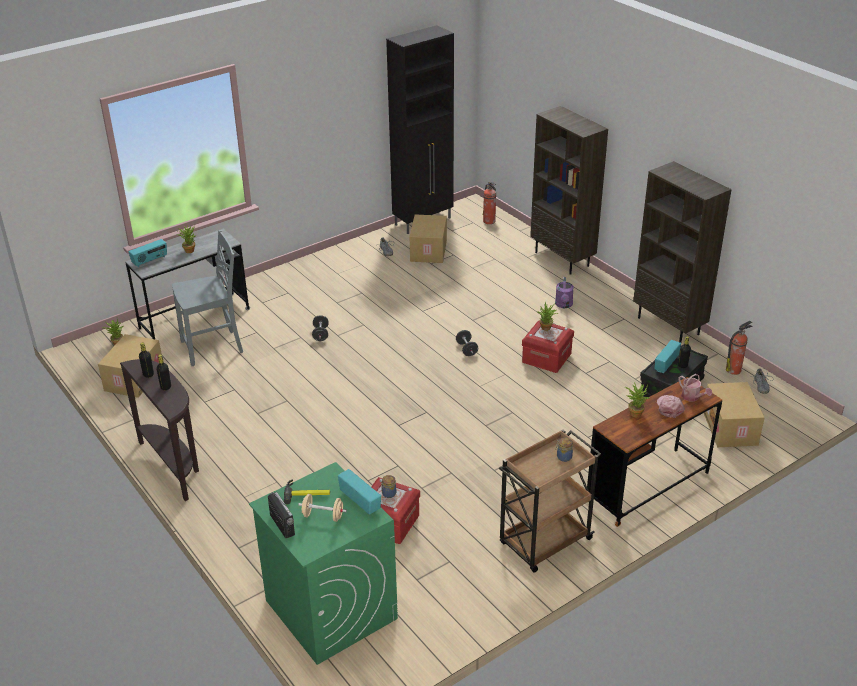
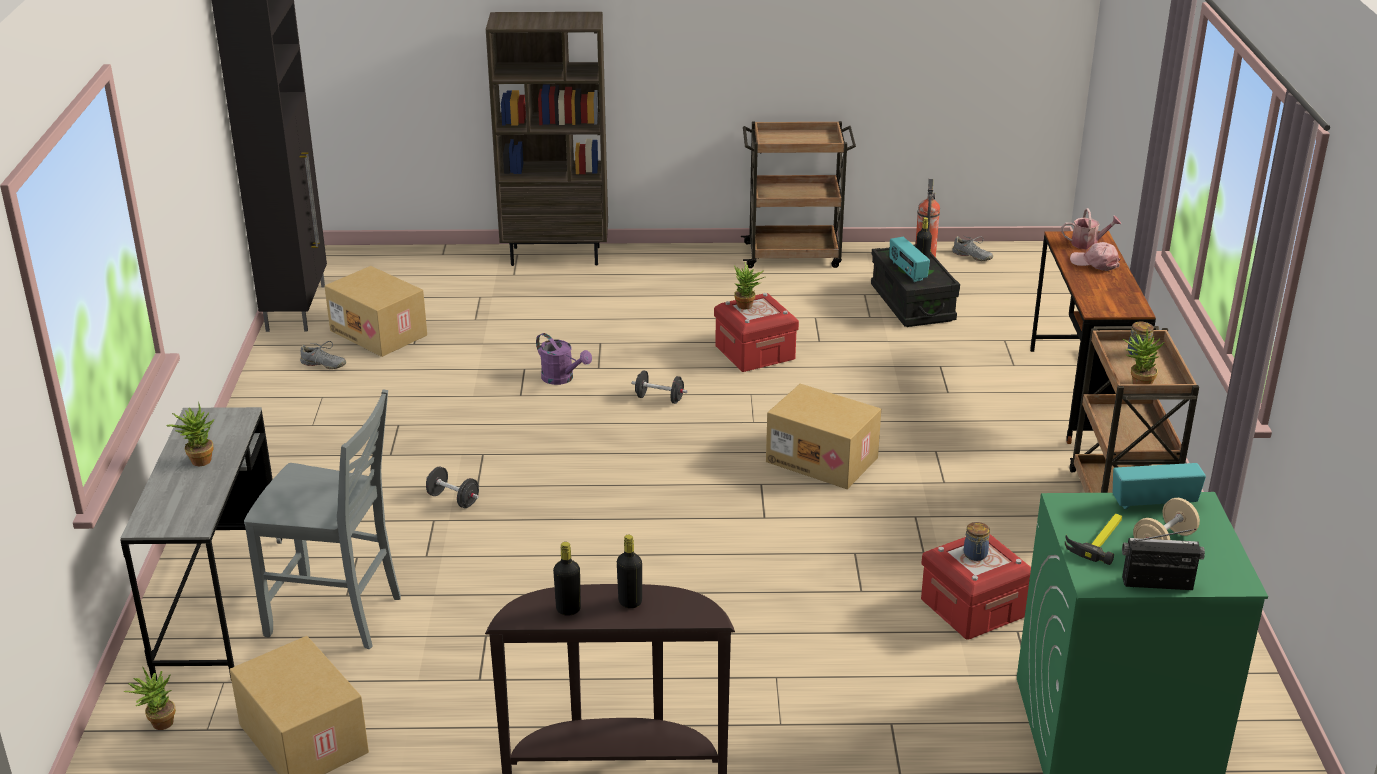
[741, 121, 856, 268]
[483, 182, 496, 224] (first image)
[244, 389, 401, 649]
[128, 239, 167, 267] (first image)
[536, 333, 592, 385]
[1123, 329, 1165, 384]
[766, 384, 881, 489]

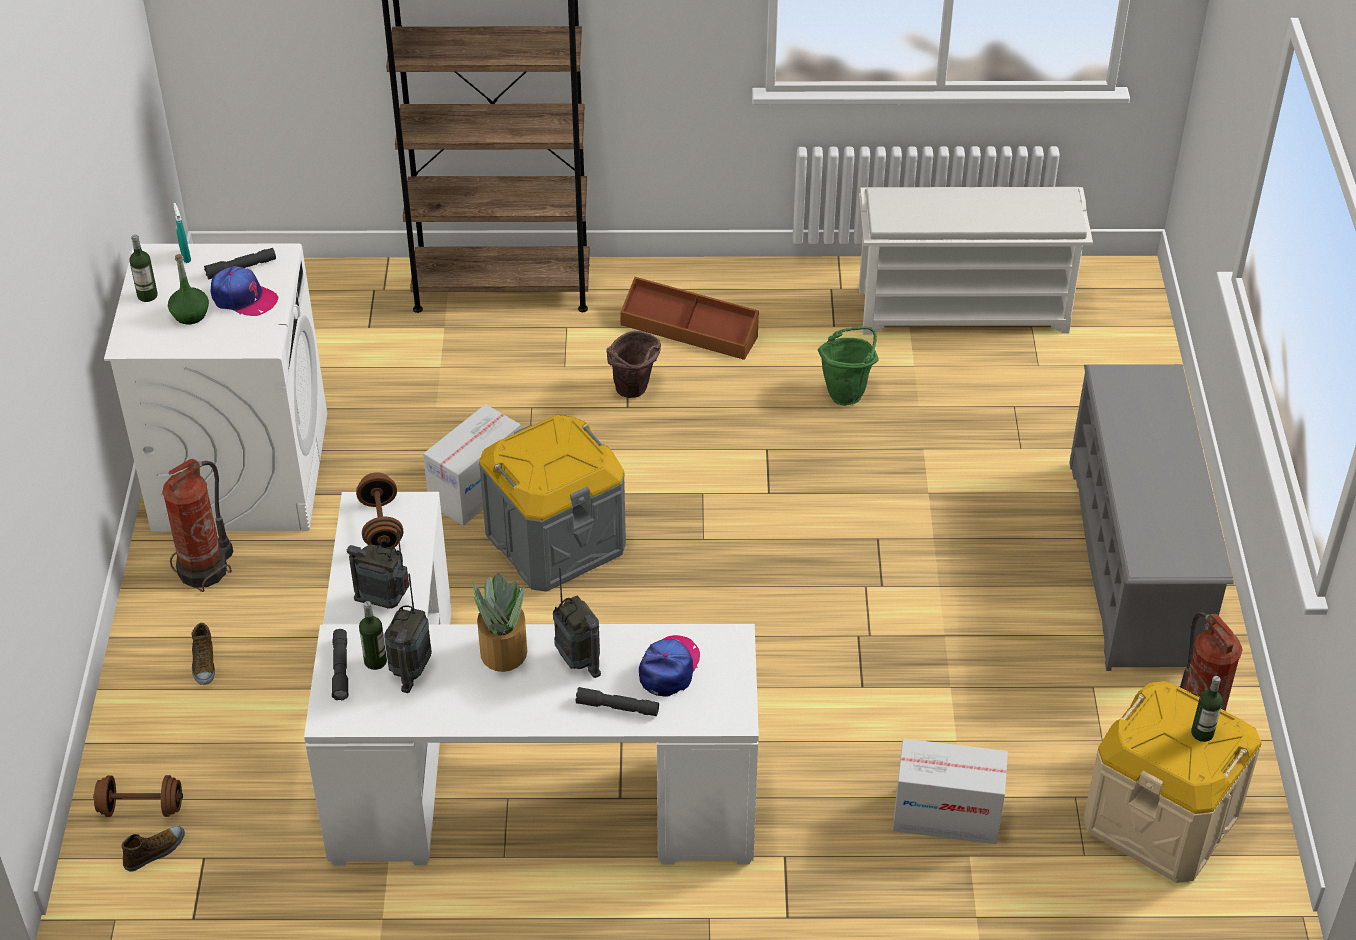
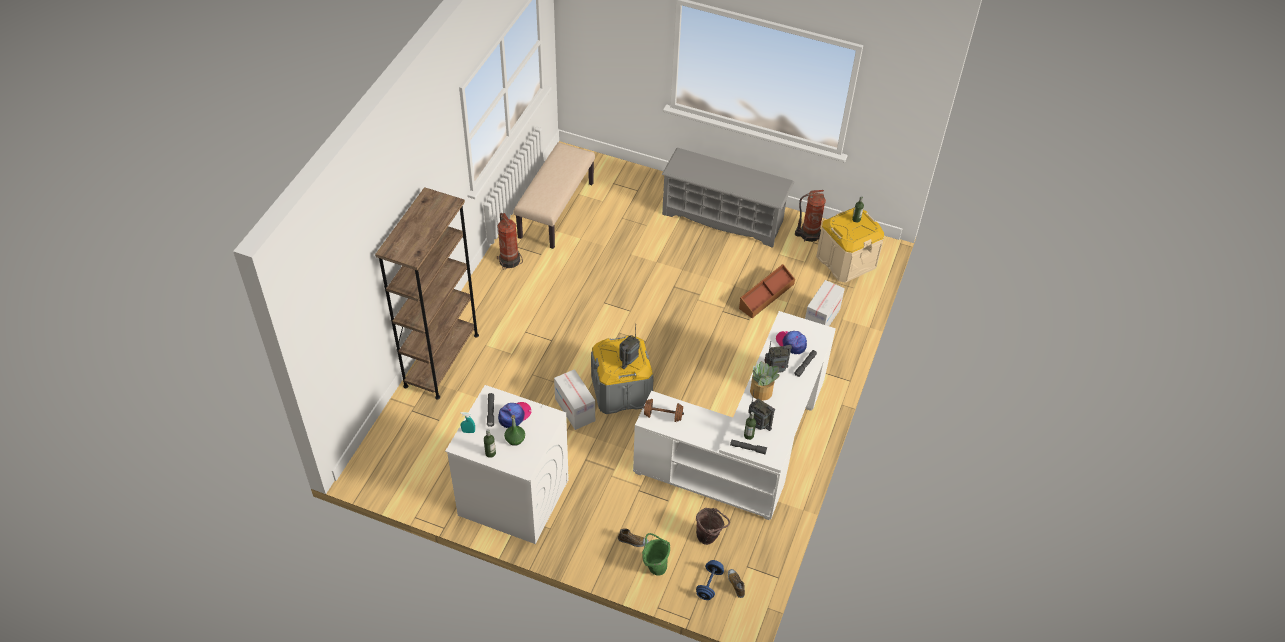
[514, 142, 595, 249]
[739, 264, 795, 318]
[642, 533, 670, 576]
[696, 508, 730, 545]
[497, 213, 523, 269]
[619, 324, 640, 369]
[696, 560, 724, 600]

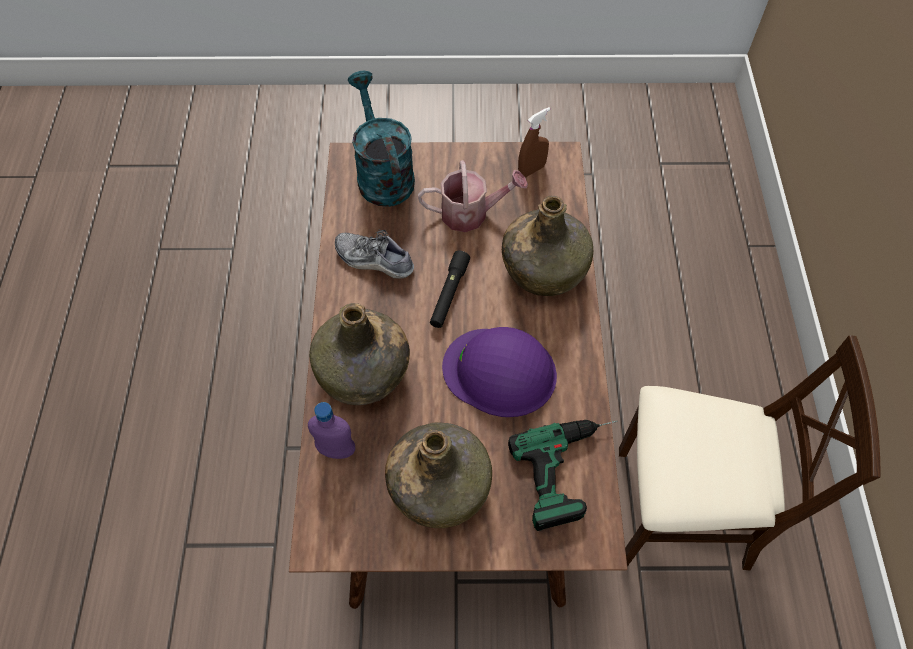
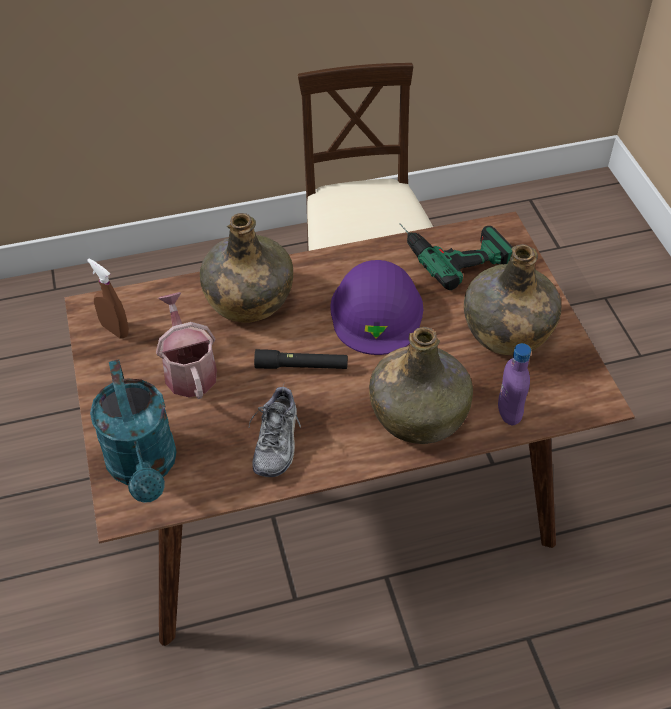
[90, 359, 177, 503]

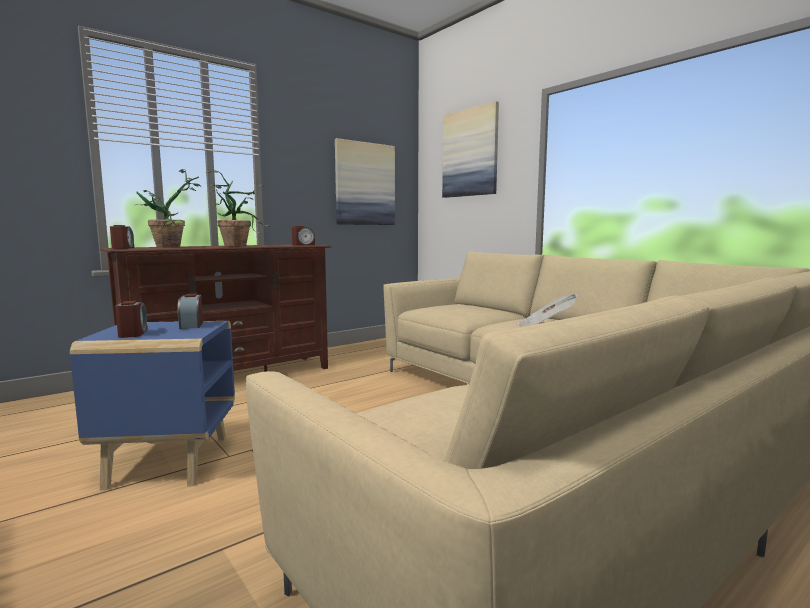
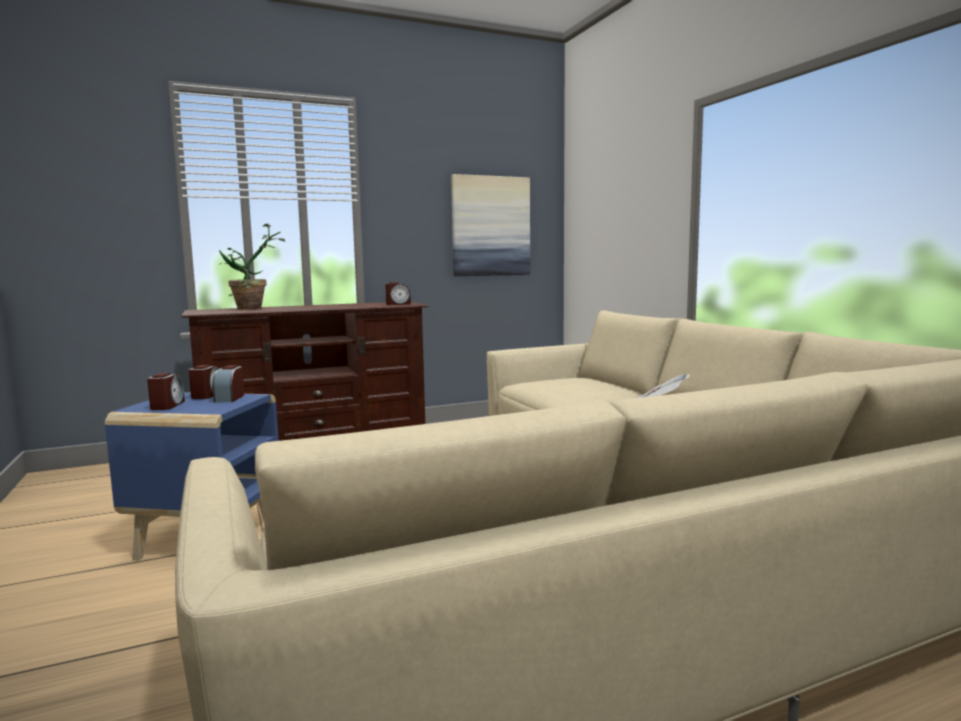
[442, 101, 499, 198] (first image)
[206, 170, 270, 247] (first image)
[189, 365, 219, 399]

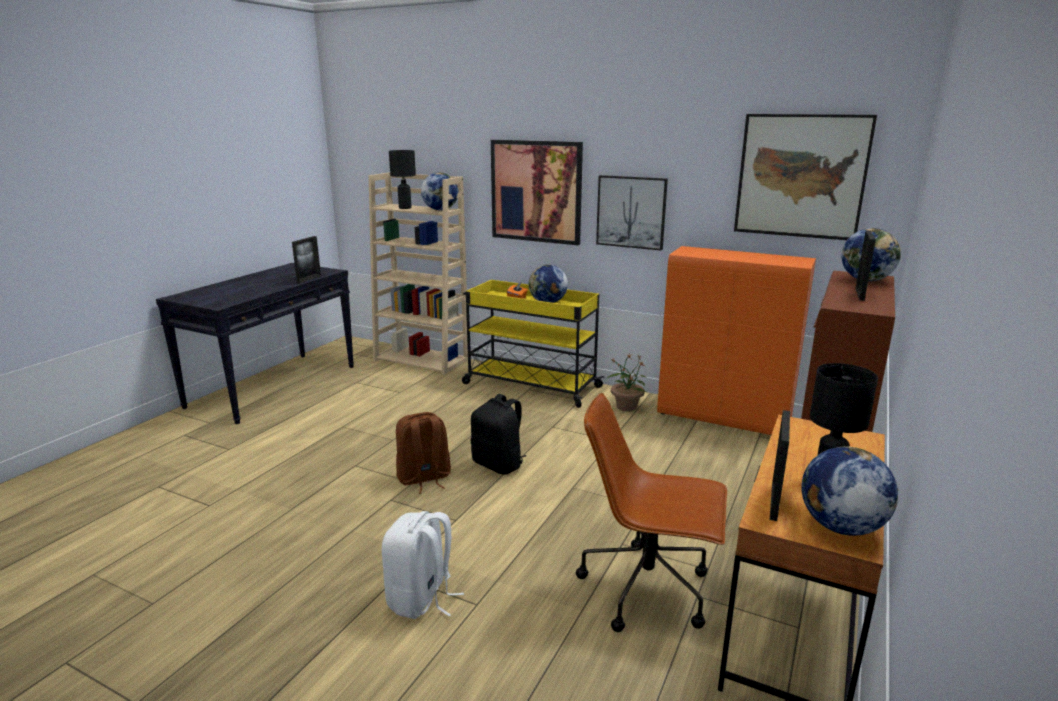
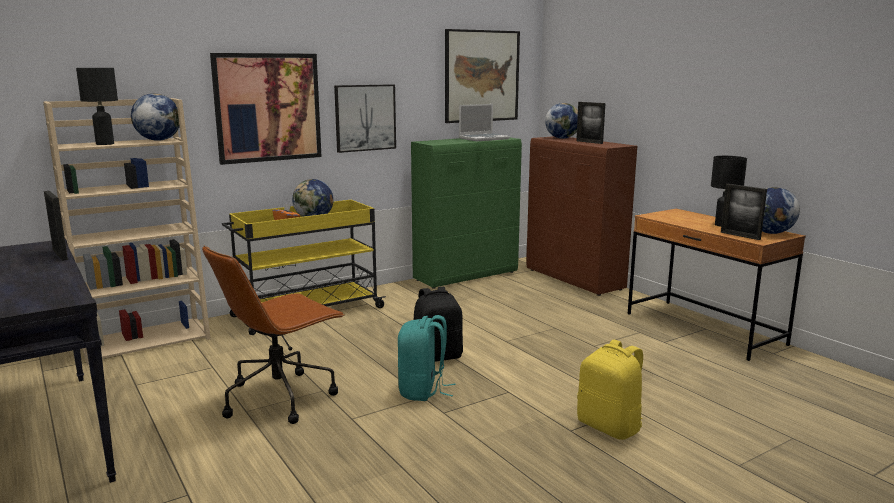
[411, 138, 522, 289]
[607, 354, 647, 411] (first image)
[202, 246, 345, 424]
[398, 315, 456, 401]
[577, 340, 643, 440]
[459, 104, 510, 141]

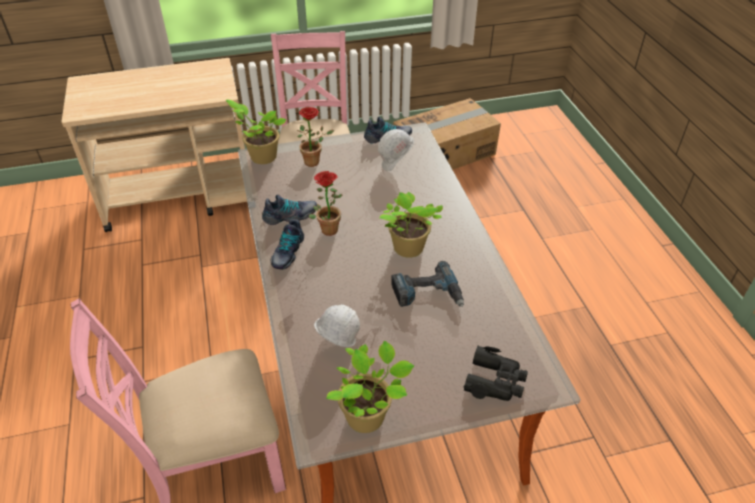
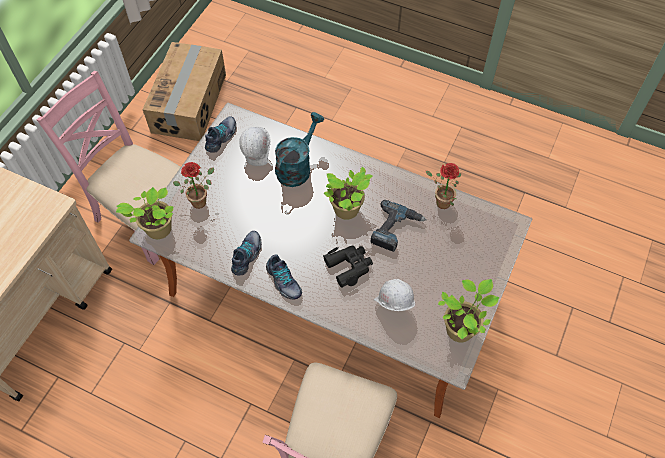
[426, 163, 461, 209]
[323, 246, 373, 288]
[275, 112, 324, 187]

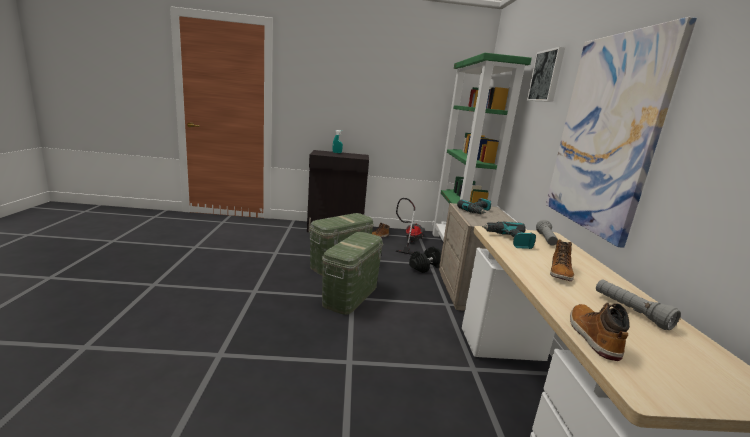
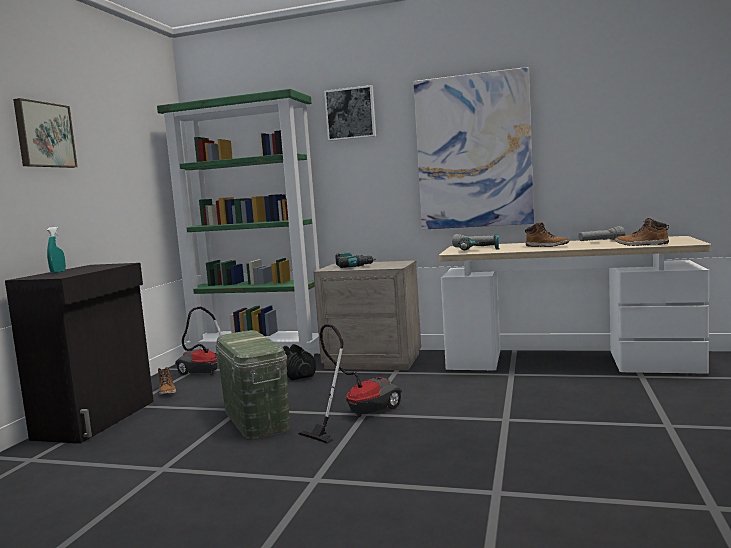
[299, 324, 402, 444]
[13, 98, 78, 168]

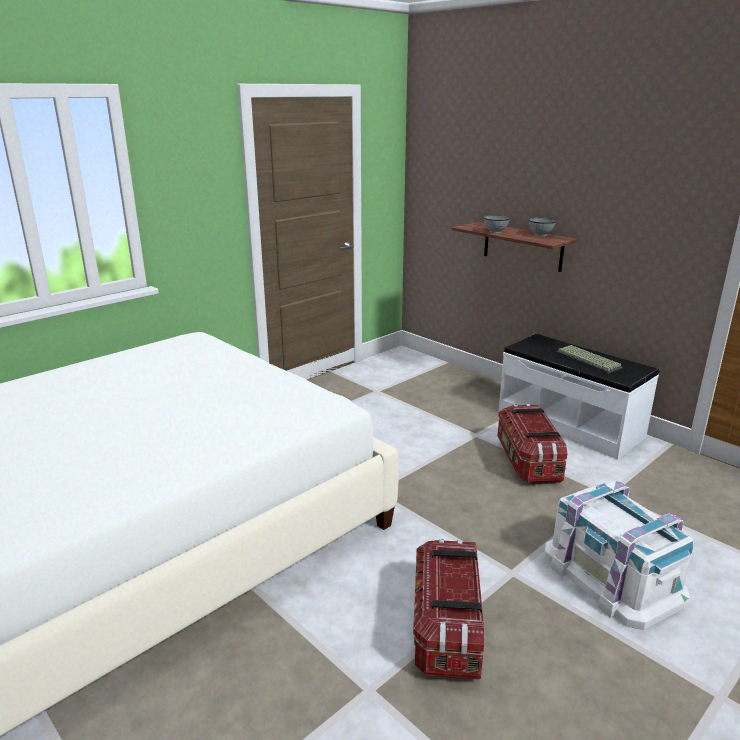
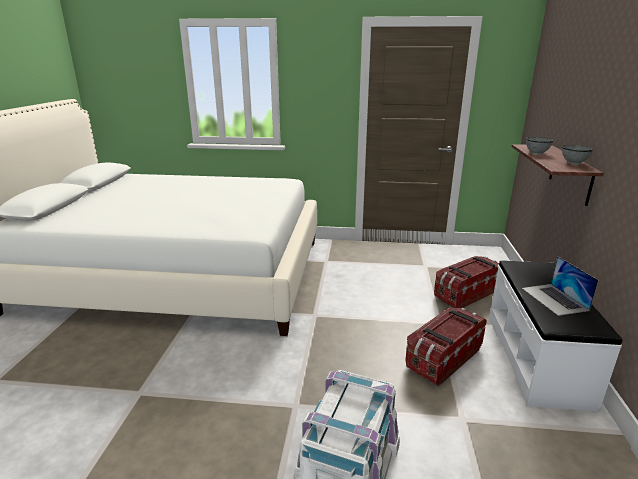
[522, 256, 599, 316]
[434, 256, 499, 308]

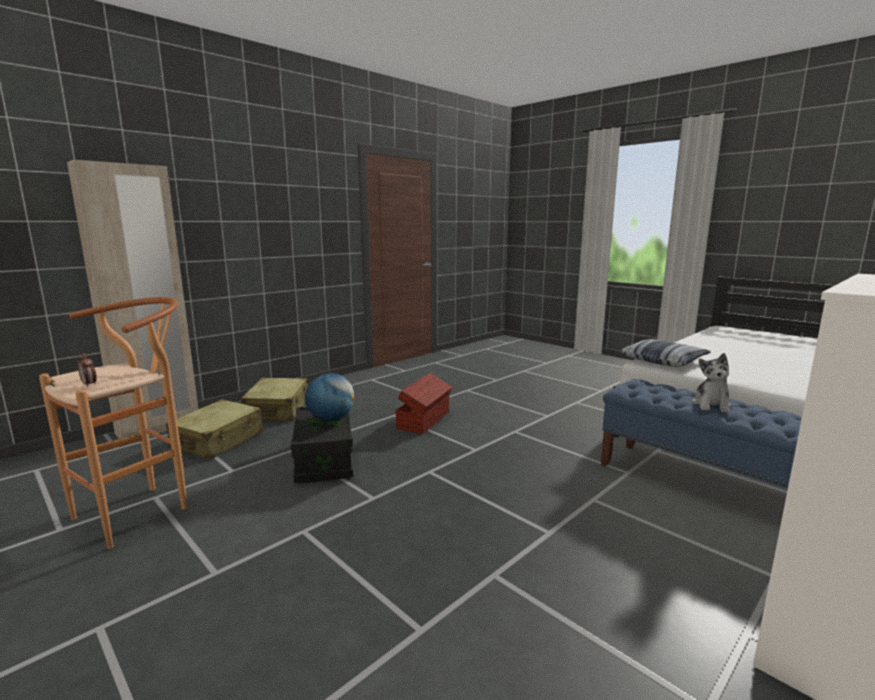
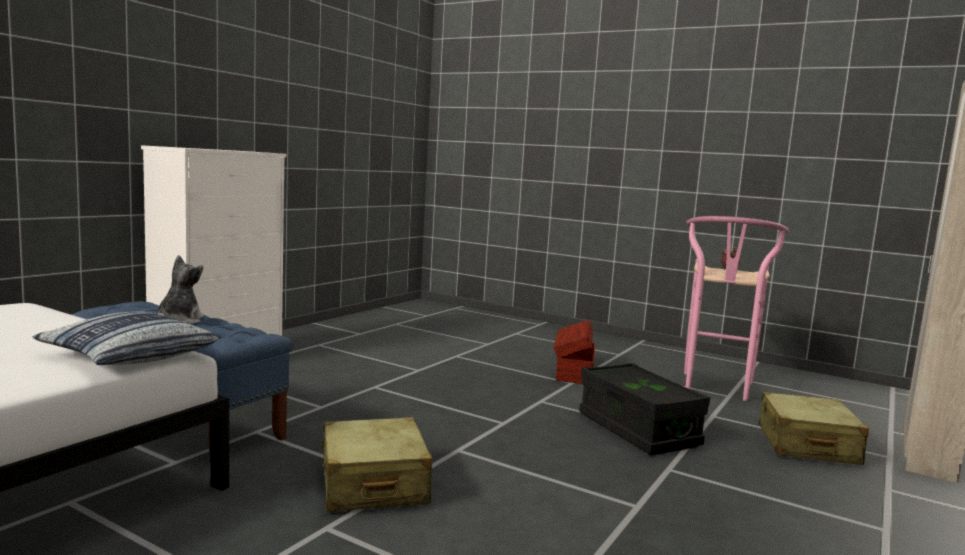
[684, 216, 789, 401]
[305, 373, 354, 422] (first image)
[554, 320, 595, 384]
[320, 417, 432, 512]

